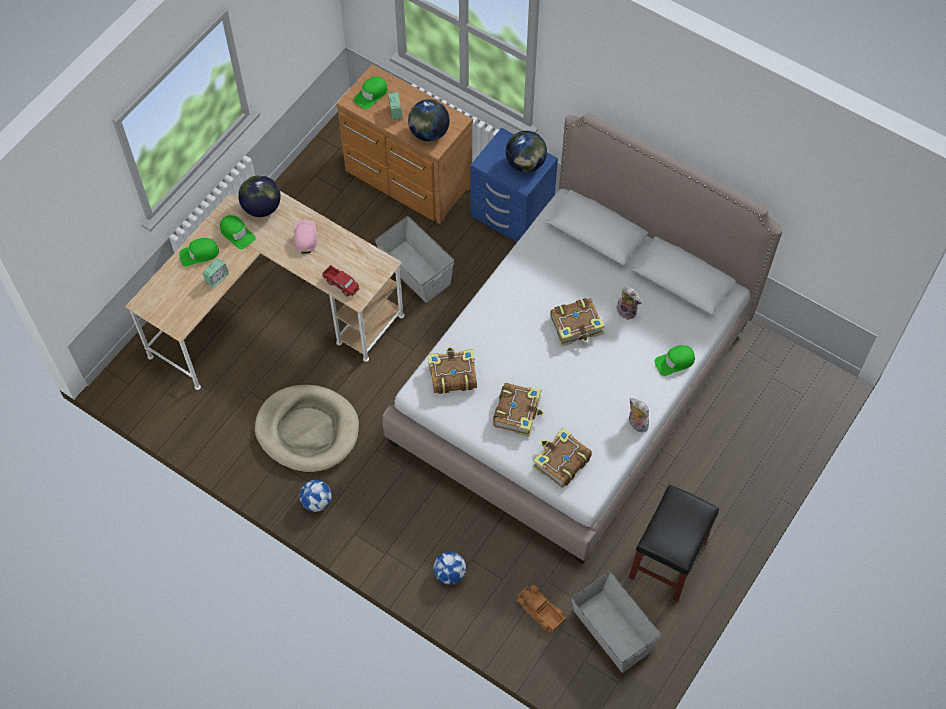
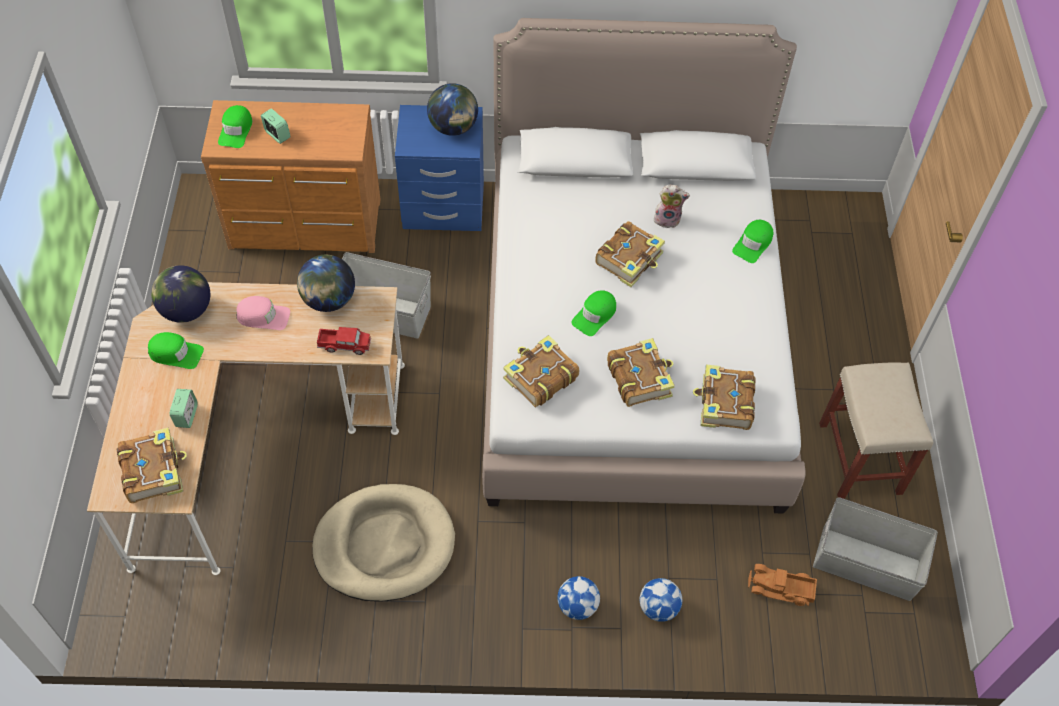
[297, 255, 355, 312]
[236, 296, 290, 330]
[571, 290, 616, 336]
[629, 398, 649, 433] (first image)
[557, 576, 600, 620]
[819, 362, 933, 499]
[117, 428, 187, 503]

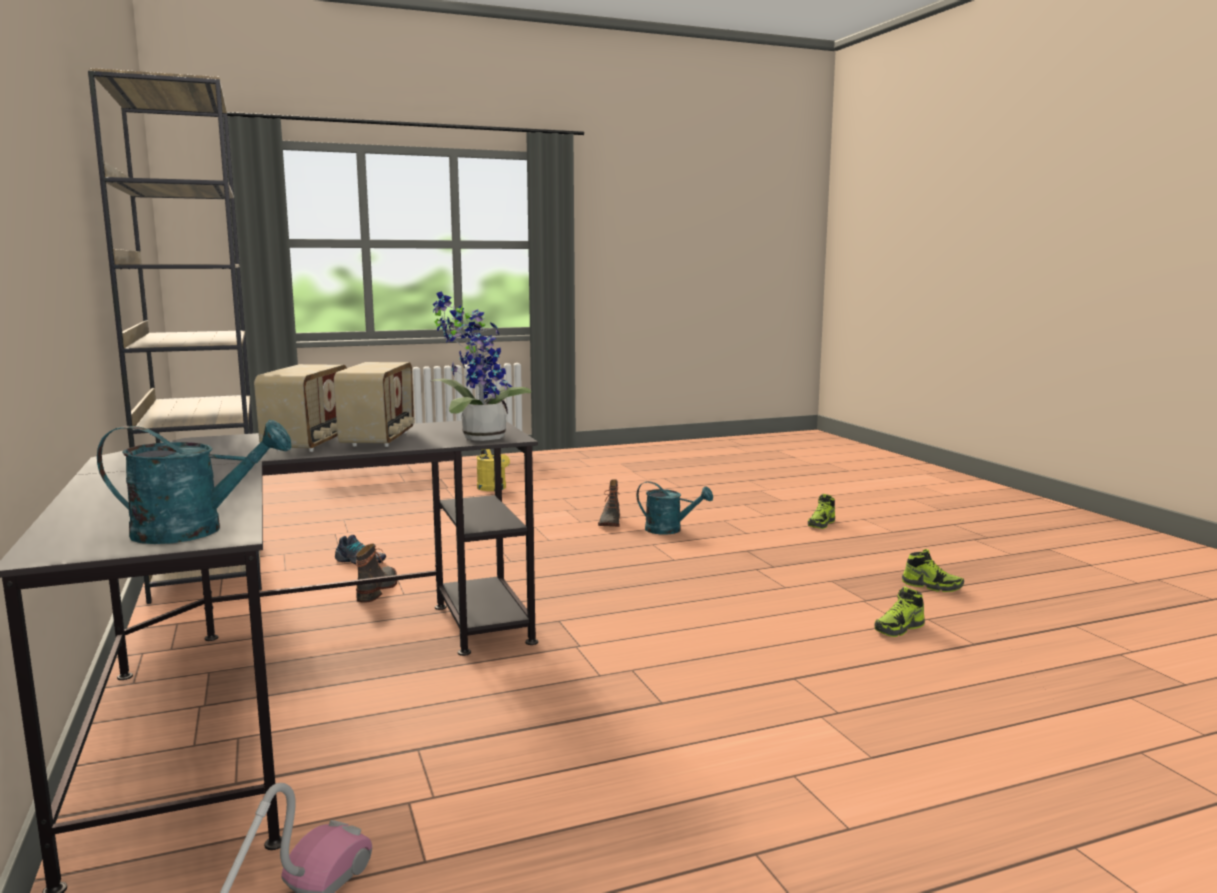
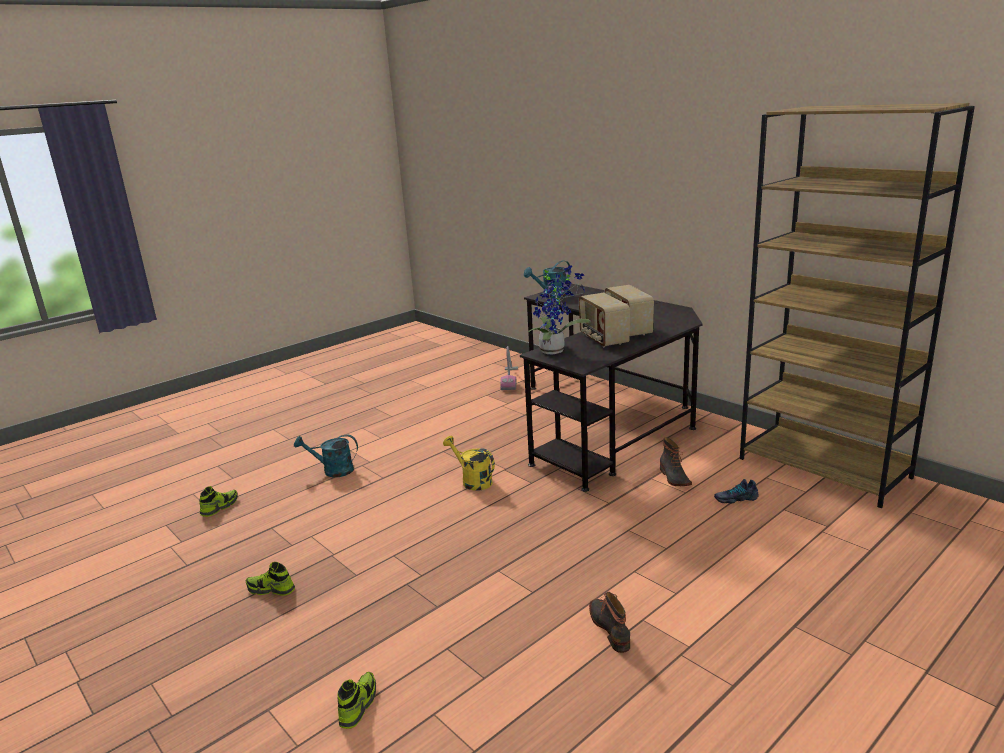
[443, 436, 495, 491]
[294, 435, 358, 477]
[199, 486, 237, 517]

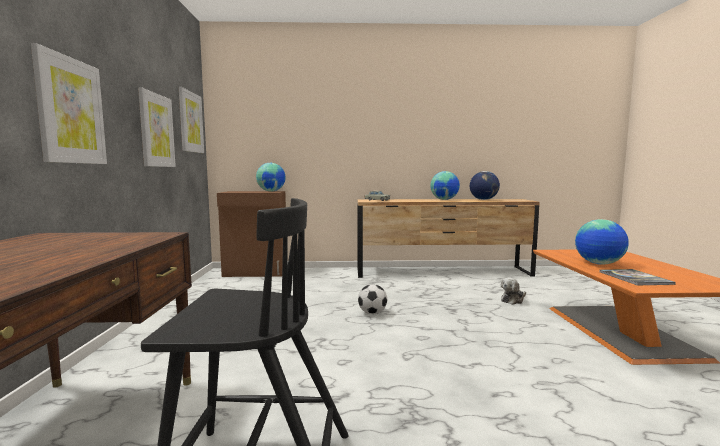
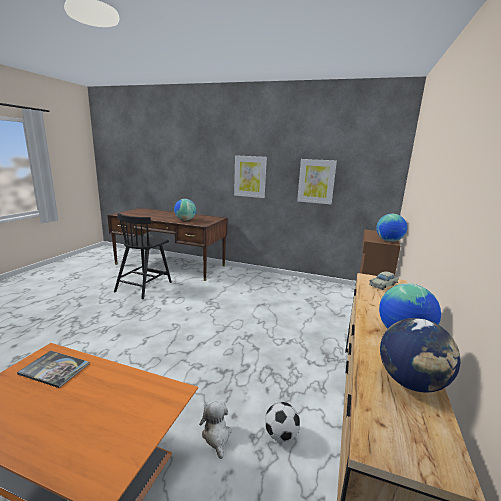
[179, 87, 204, 153] (first image)
[174, 199, 196, 221]
[265, 402, 300, 442]

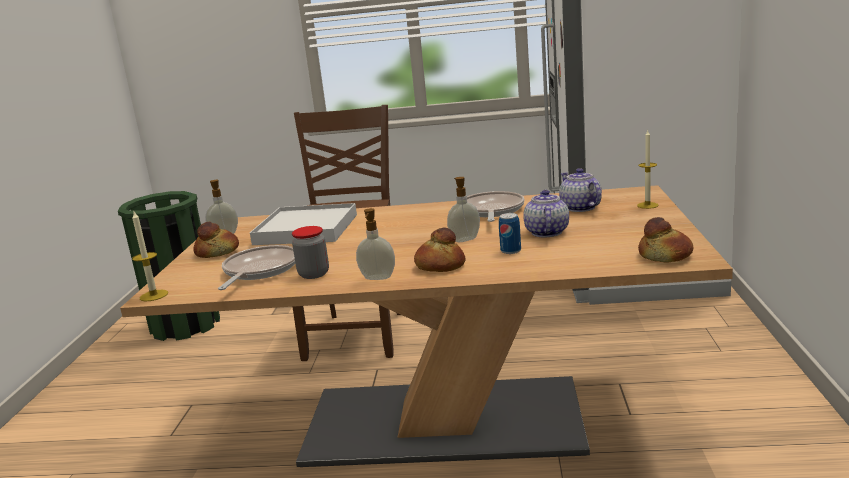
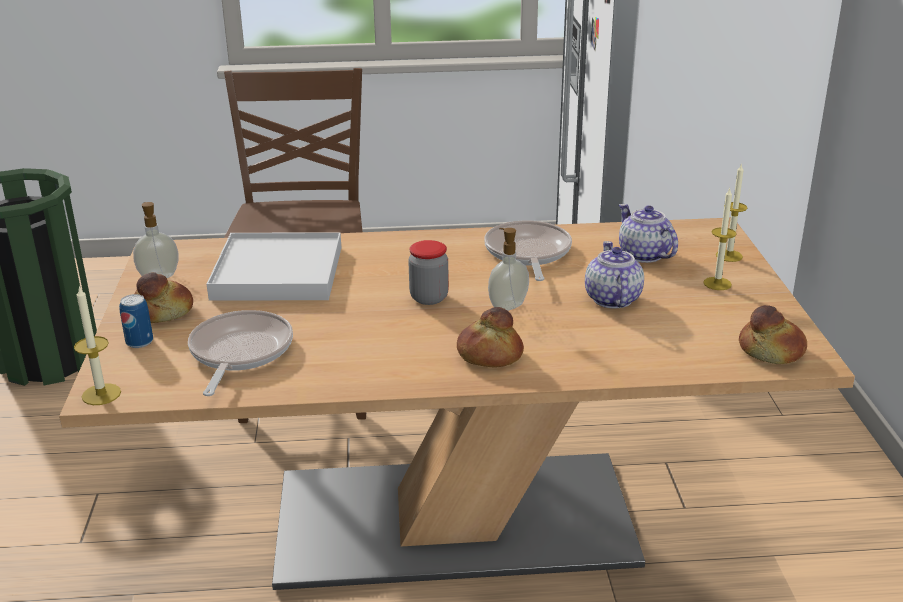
[356, 208, 395, 280] (first image)
[119, 294, 153, 348]
[408, 240, 449, 305]
[703, 188, 737, 290]

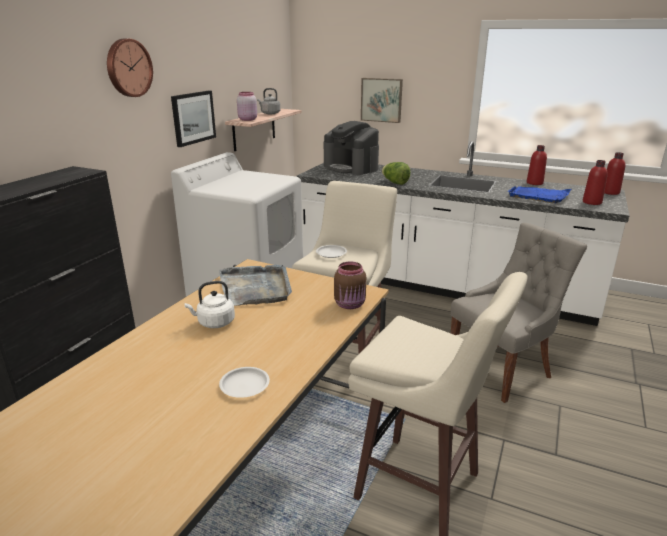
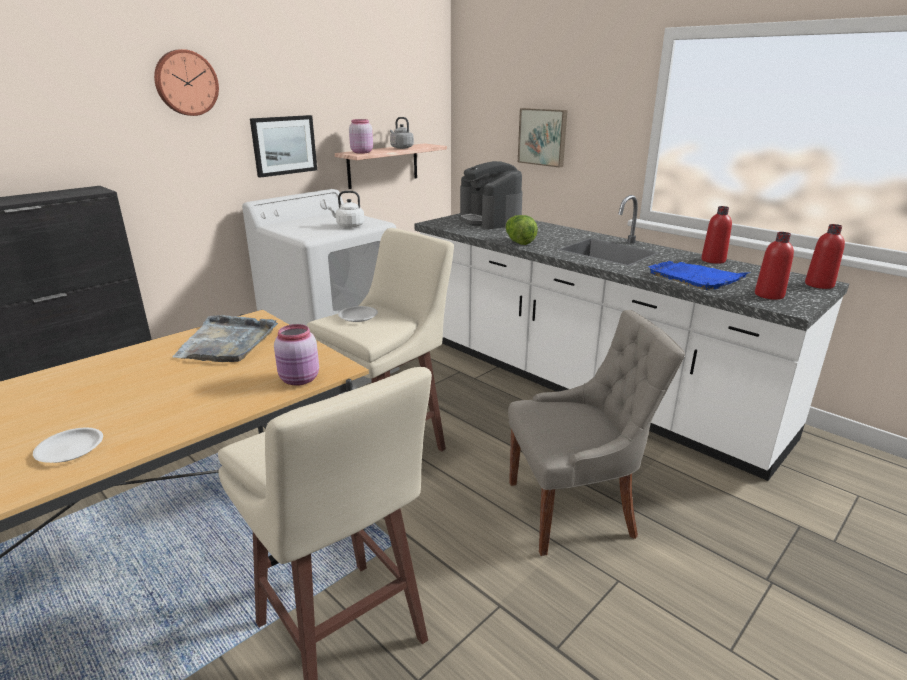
[274, 324, 319, 386]
[328, 191, 364, 228]

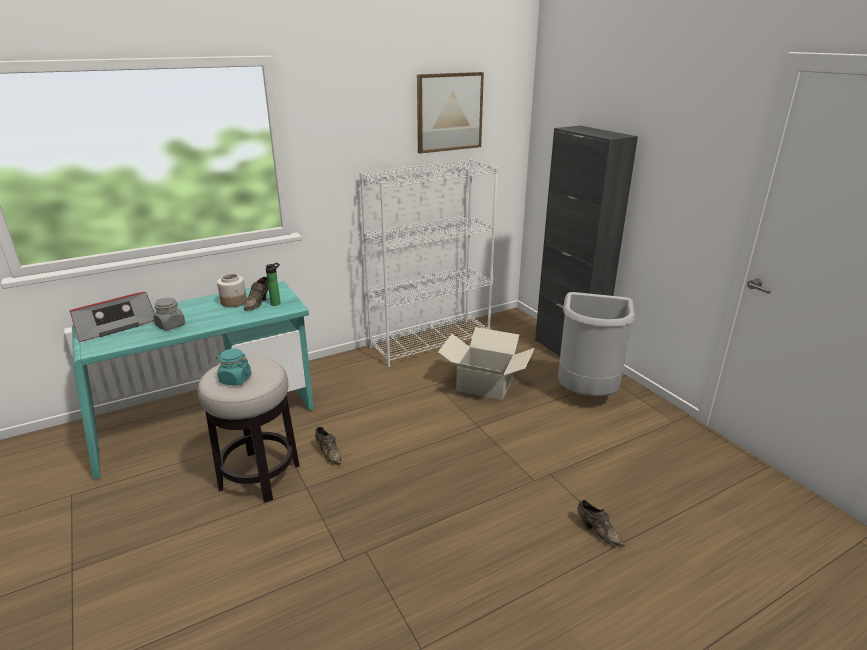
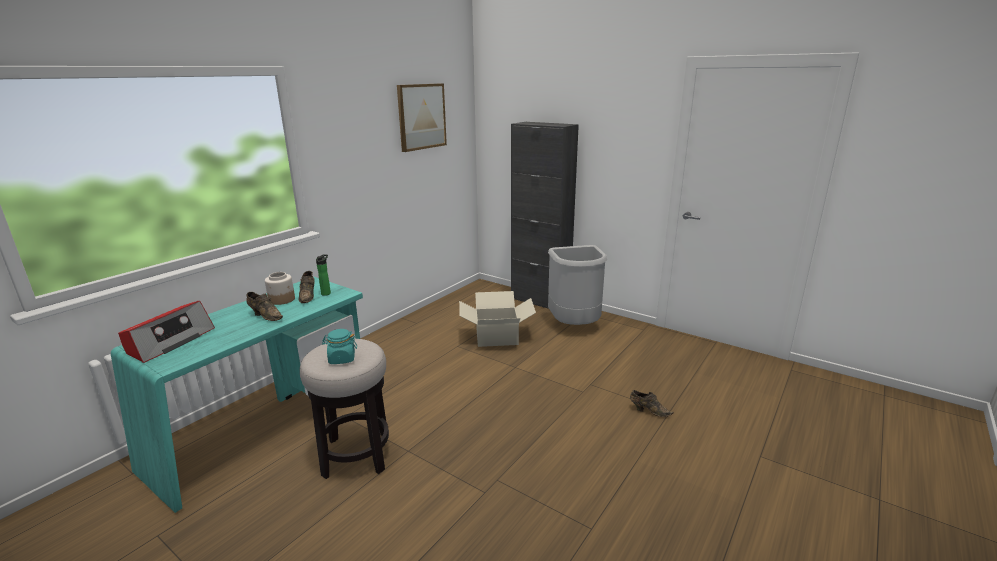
[359, 159, 498, 367] (first image)
[154, 298, 185, 331] (first image)
[246, 292, 283, 321]

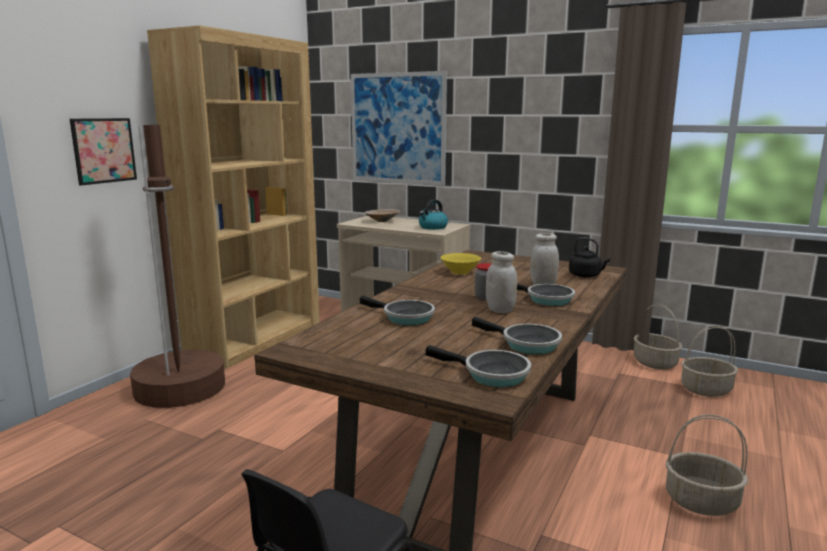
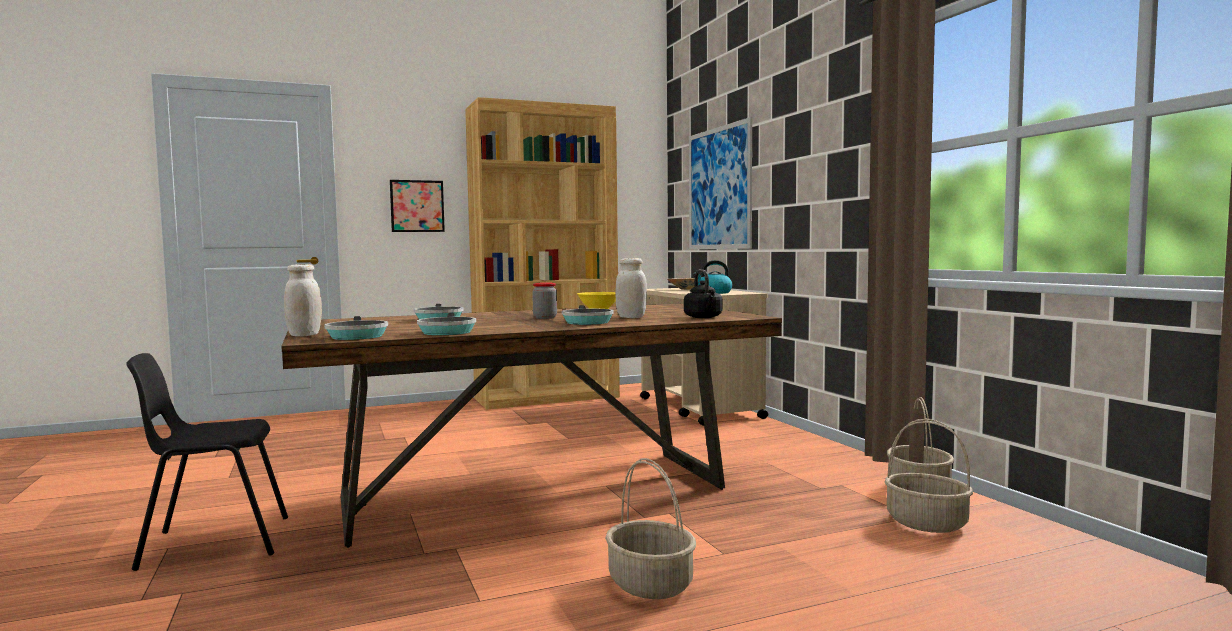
[130, 125, 225, 408] (first image)
[284, 264, 322, 337]

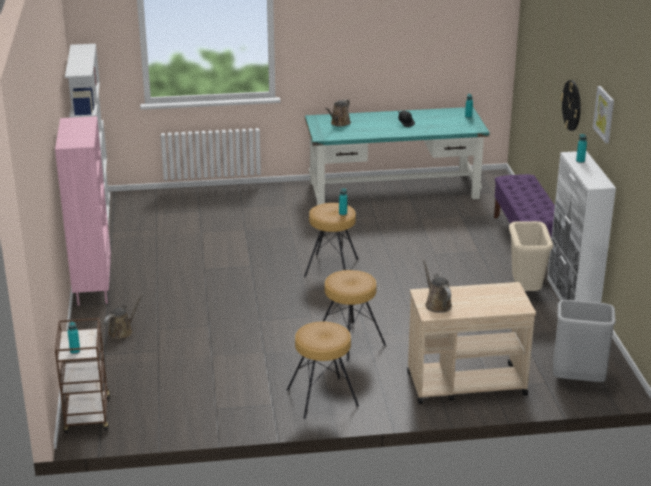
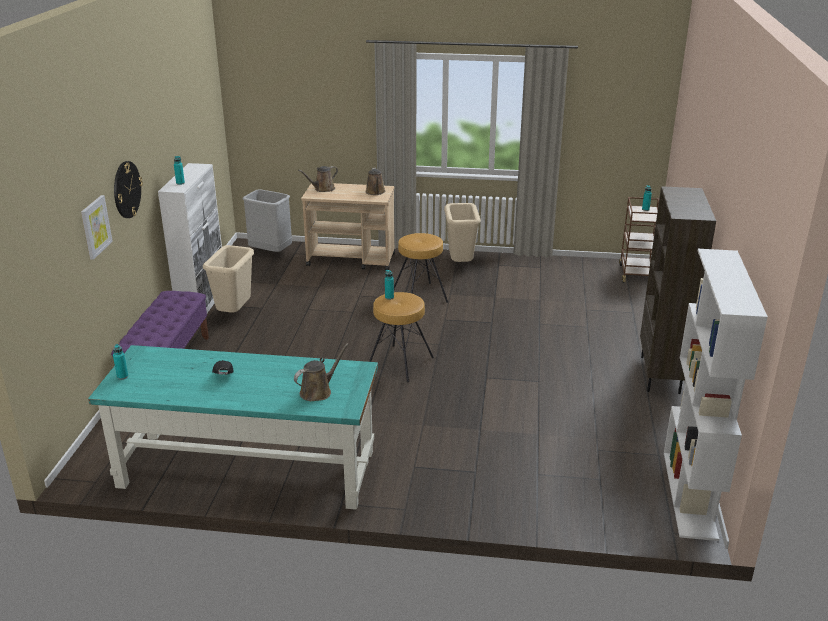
[81, 195, 113, 260]
[640, 186, 716, 394]
[298, 166, 338, 192]
[444, 203, 481, 262]

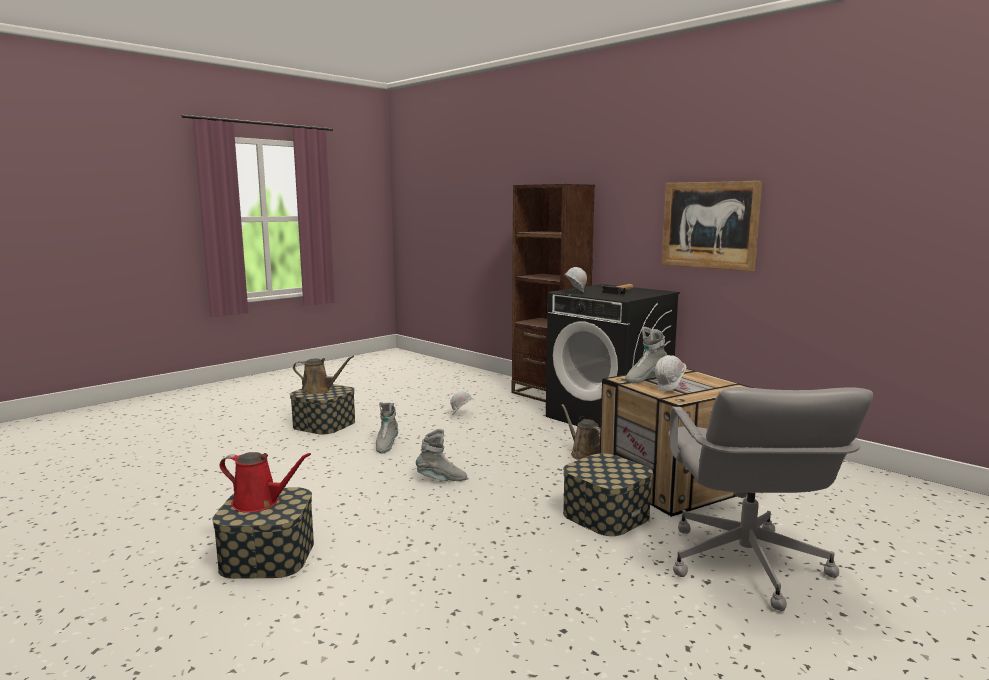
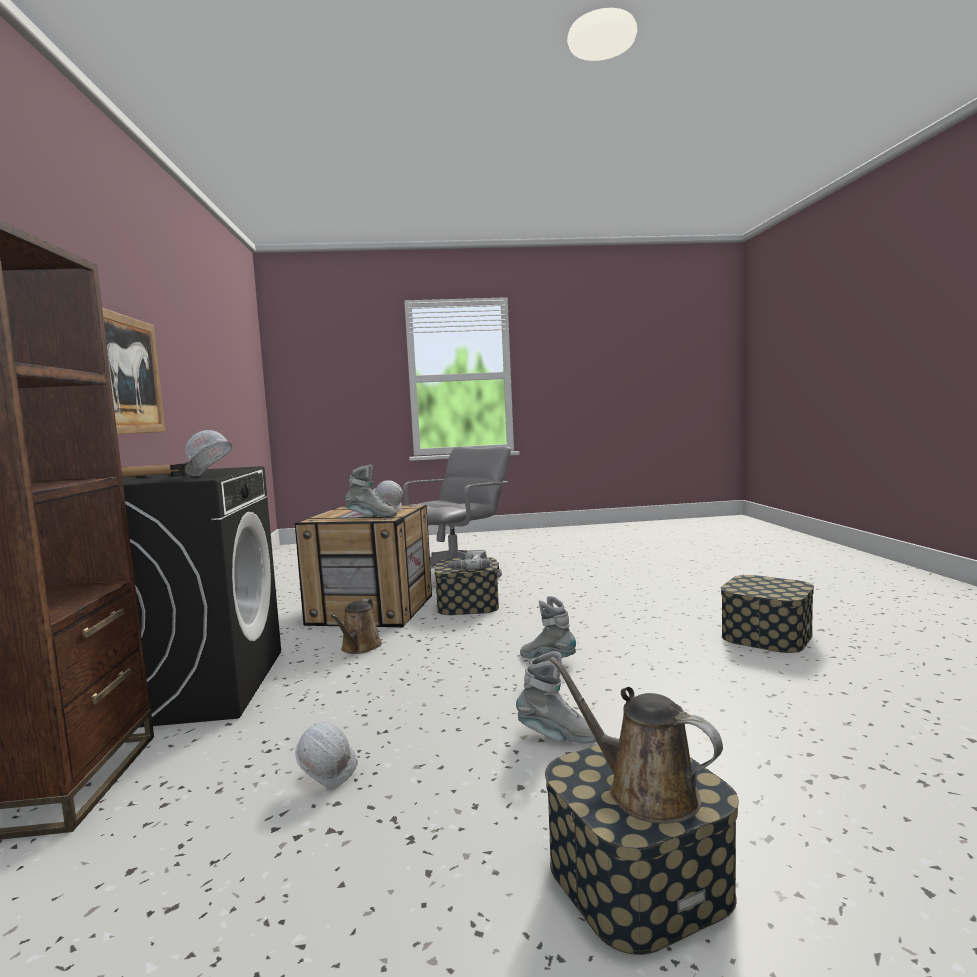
[516, 651, 596, 743]
[220, 452, 311, 513] (first image)
[446, 550, 490, 569]

